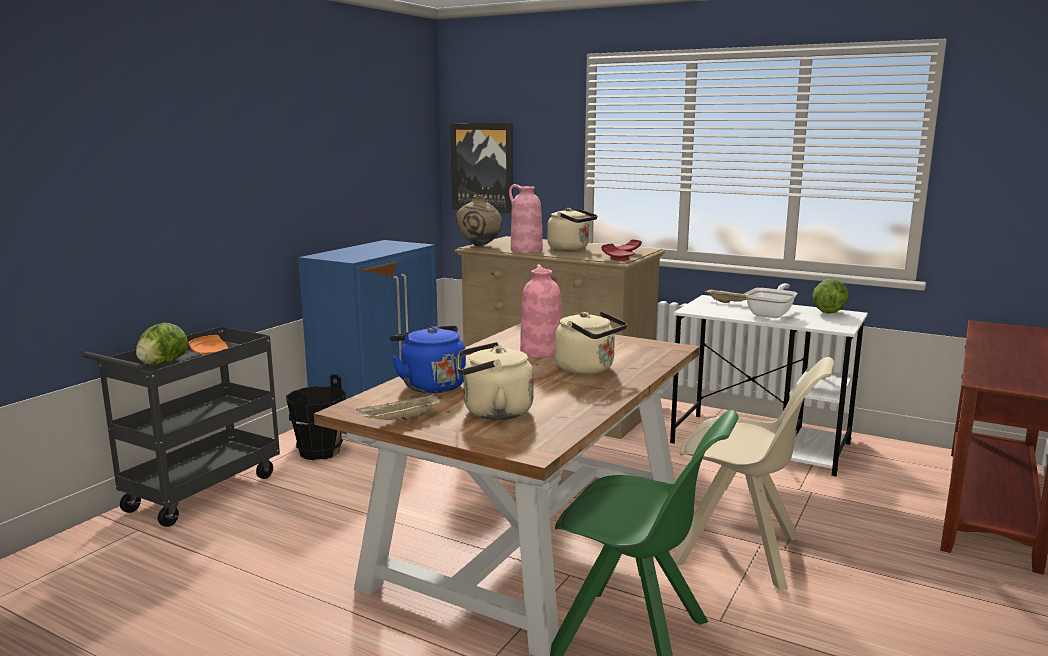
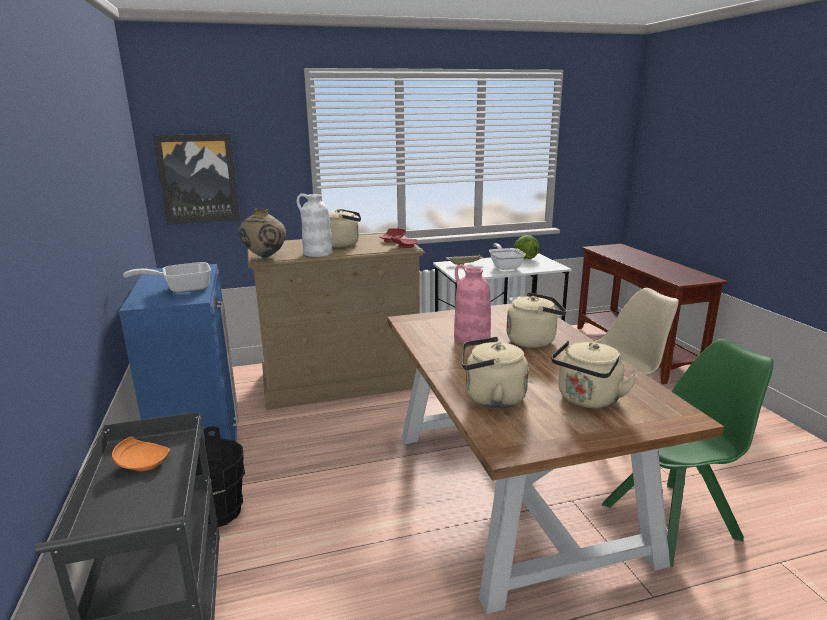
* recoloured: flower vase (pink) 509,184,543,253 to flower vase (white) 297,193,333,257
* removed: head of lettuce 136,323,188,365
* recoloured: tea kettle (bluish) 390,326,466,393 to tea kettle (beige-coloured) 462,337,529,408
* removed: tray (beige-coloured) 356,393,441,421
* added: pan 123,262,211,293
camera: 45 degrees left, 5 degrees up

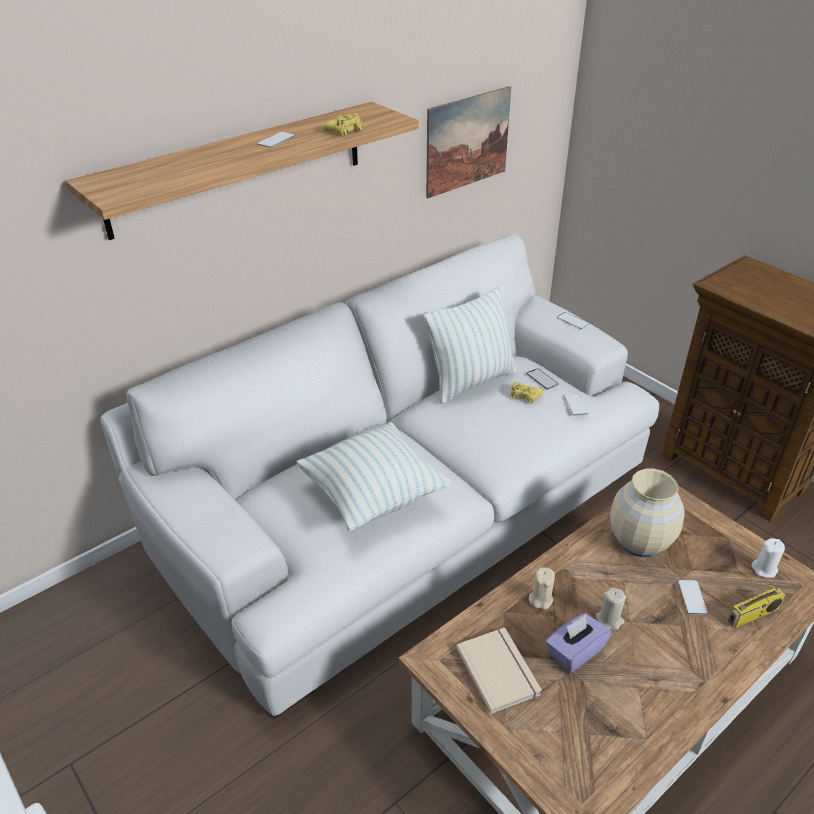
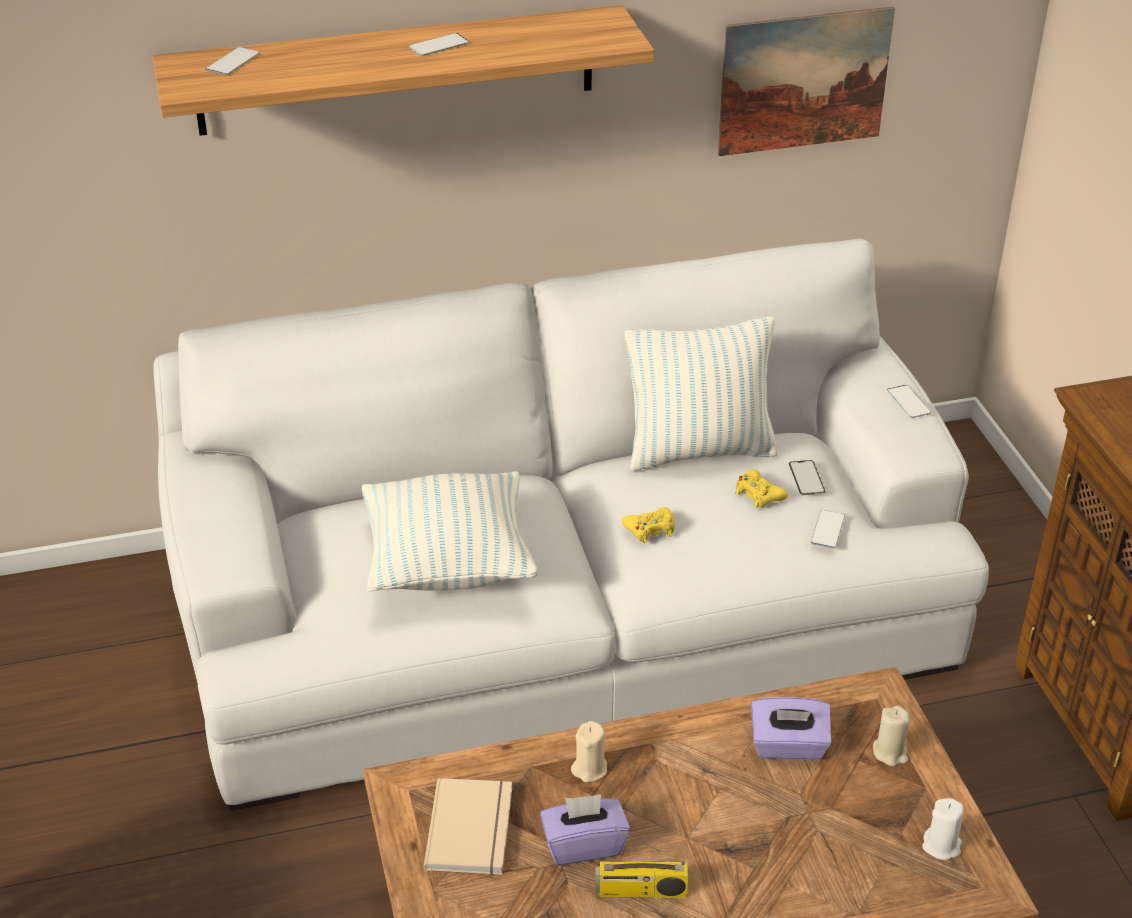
* moved: joypad (yellowish) 322,113,362,136 to 622,507,675,543
* replaced: flower vase (beige-coloured) 610,469,684,557 to tissue holder (purple) 751,697,832,760
* moved: telephone 678,580,708,615 to 205,47,260,75
* moved: radio set 727,581,785,628 to 595,828,688,898
* moved: candle (beige-coloured) 596,587,626,630 to 873,706,910,766
camera: 25 degrees right, 0 degrees up

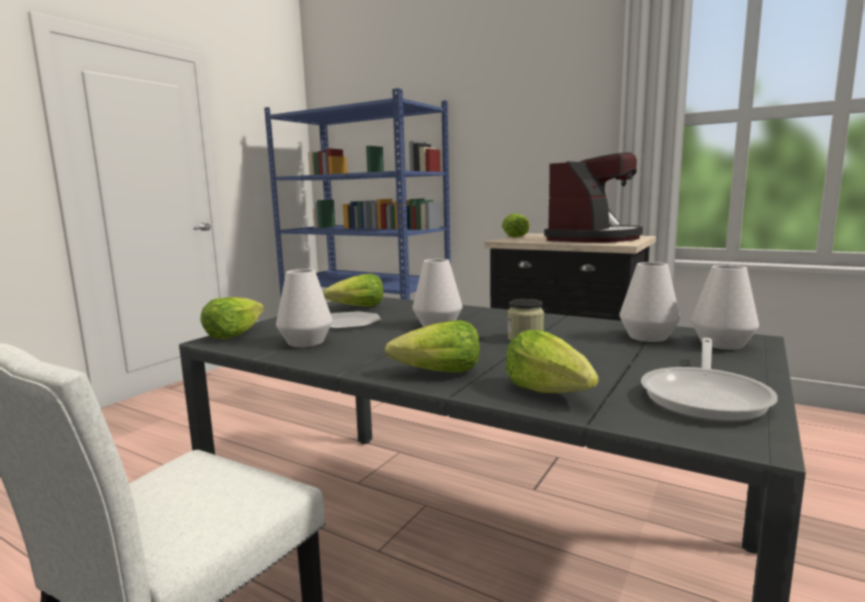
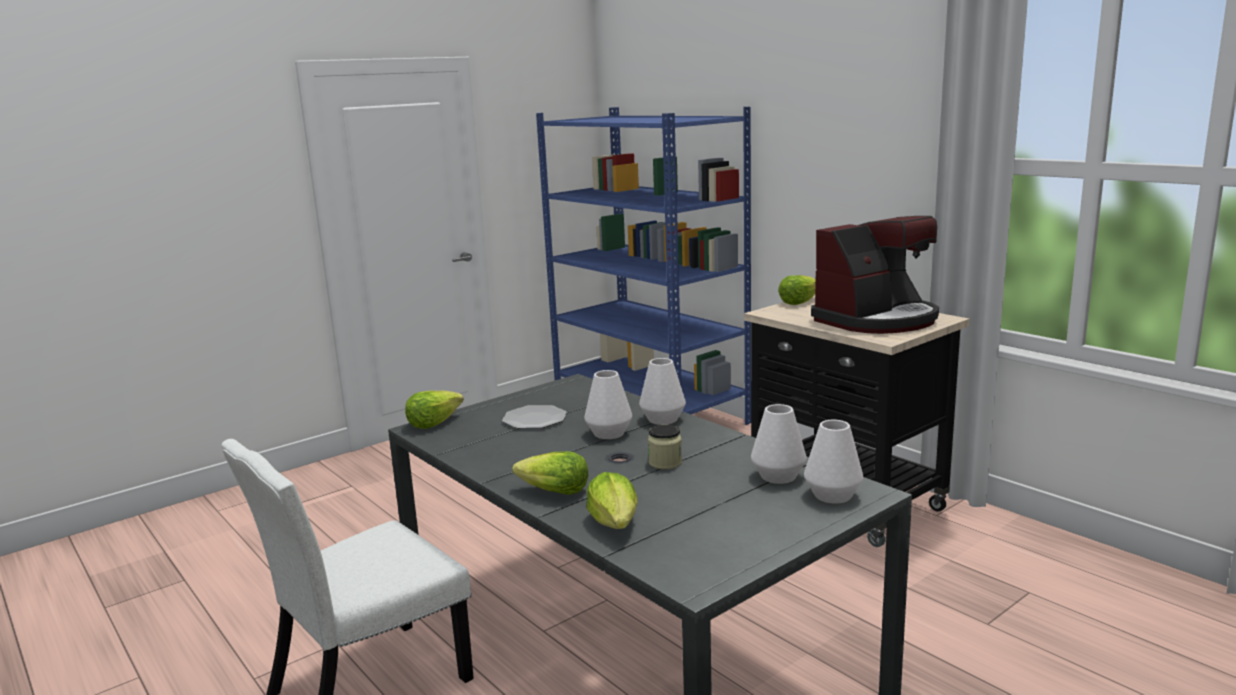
* moved: flower vase (white) 276,269,333,347 to 639,358,686,425
* removed: head of lettuce 323,274,383,307
* removed: pan 641,338,778,422
camera: 20 degrees right, 5 degrees up

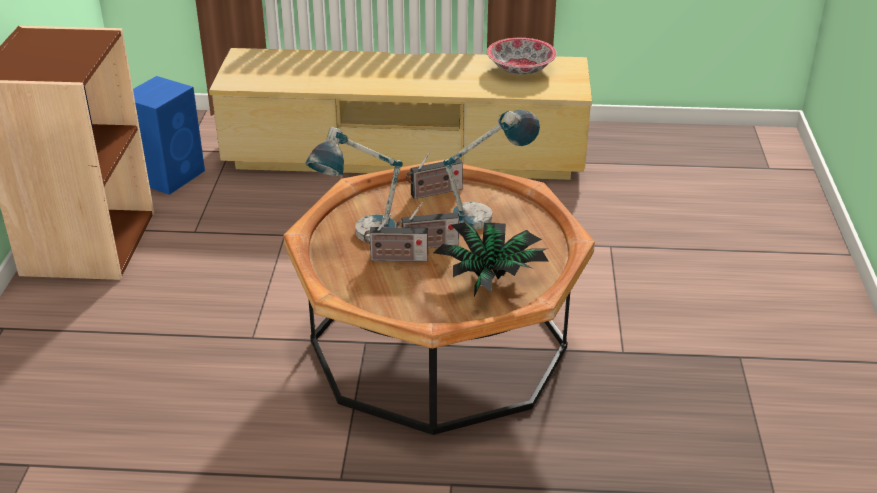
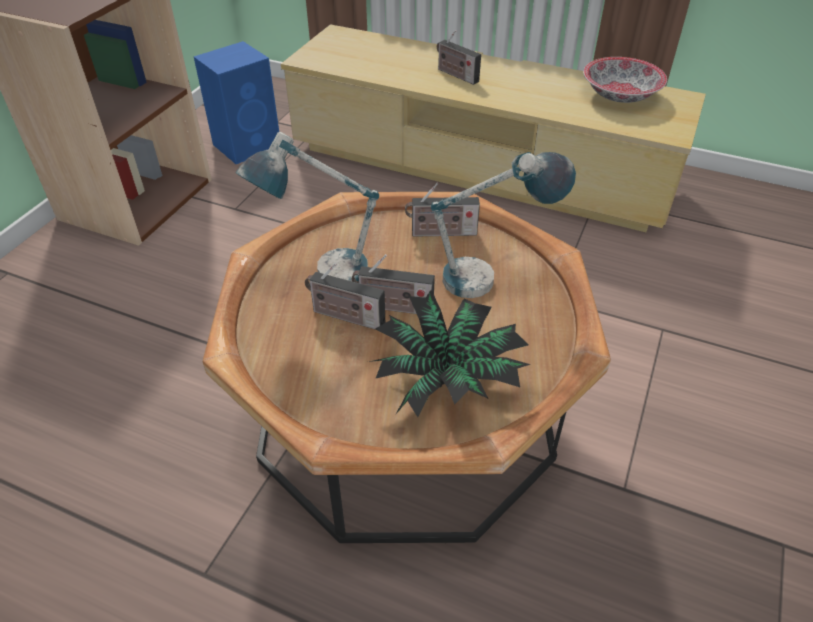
* added: radio set 437,30,481,85
camera: 20 degrees right, 10 degrees up

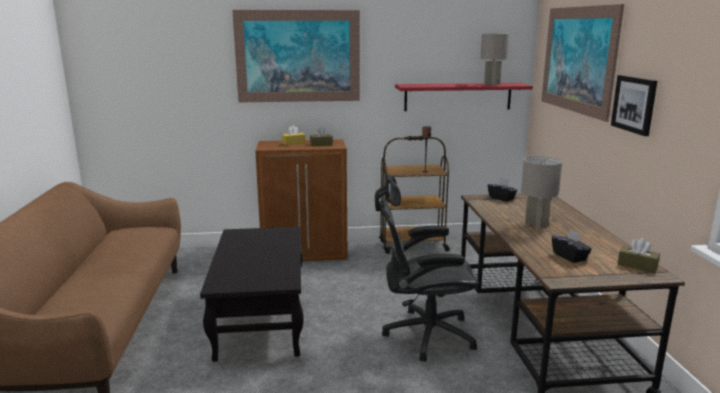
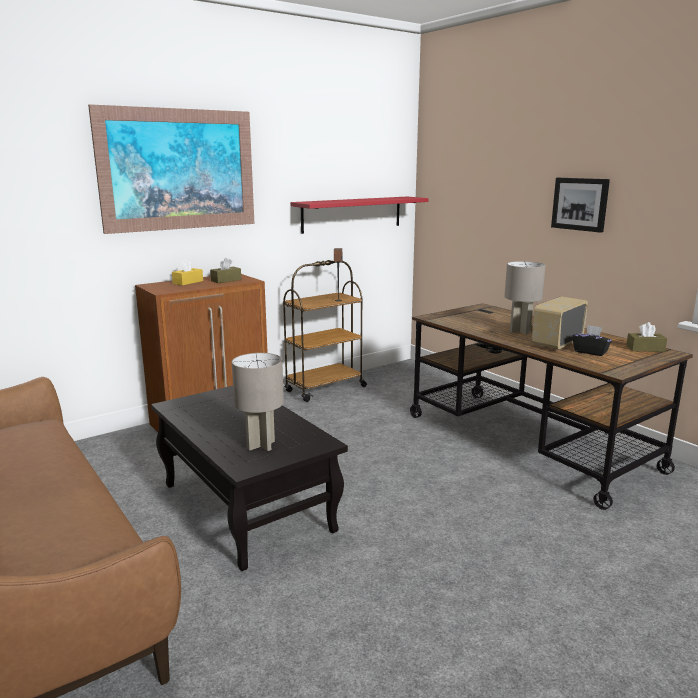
* removed: wall picture 541,4,624,122
* moved: lamp for a table (grey) 480,33,509,85 to 232,353,284,451
* removed: computer chair 375,175,479,362
* removed: tissue holder (blackish) 488,178,518,202
* added: radio set 532,296,588,350
camera: 30 degrees left, 0 degrees up

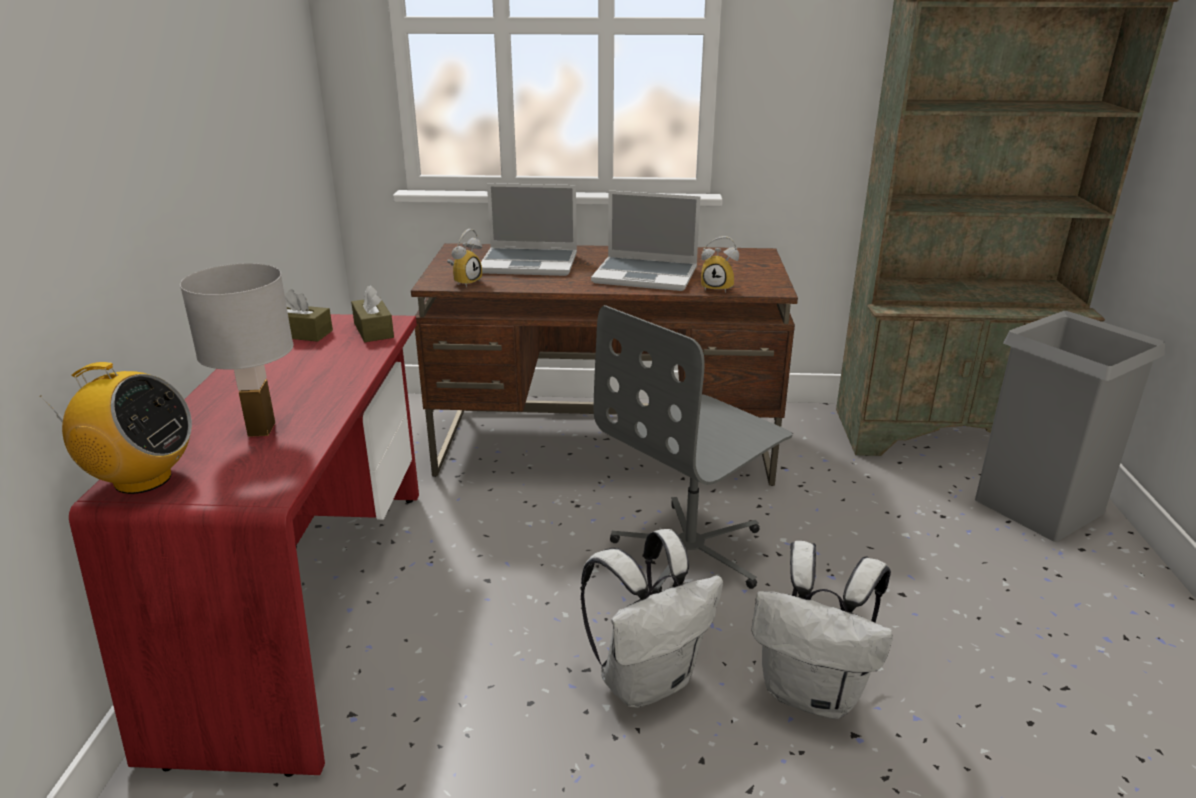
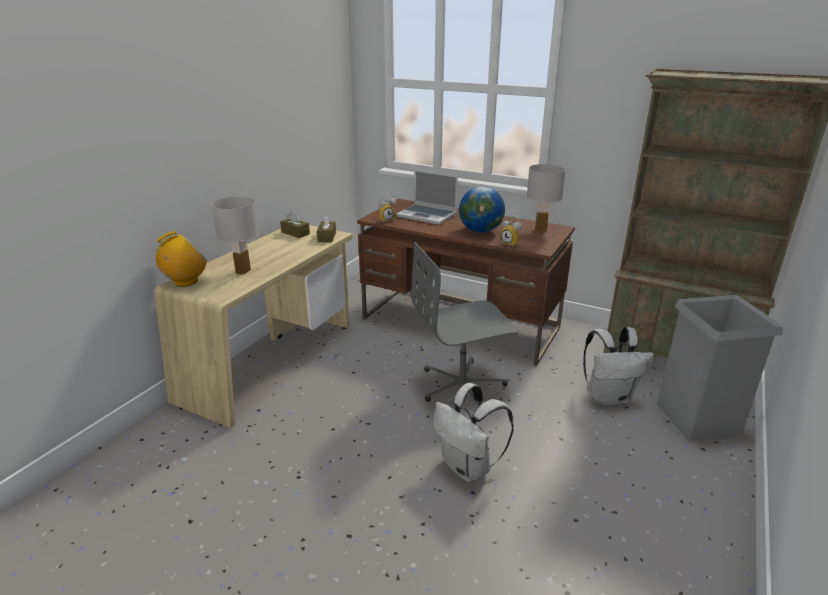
* replaced: notebook computer 591,190,700,291 to globe 459,186,505,233
* recoloured: desk table (reddish) 69,314,419,777 to desk table (beige-coloured) 155,225,353,428
* turned: radio set 39,362,192,494 = 156,231,207,287 75 degrees counterclockwise
* moved: knapsack (white) 581,529,723,708 to 583,327,654,405
* added: lamp for a table (white) 527,164,566,232
camera: 25 degrees right, 0 degrees up

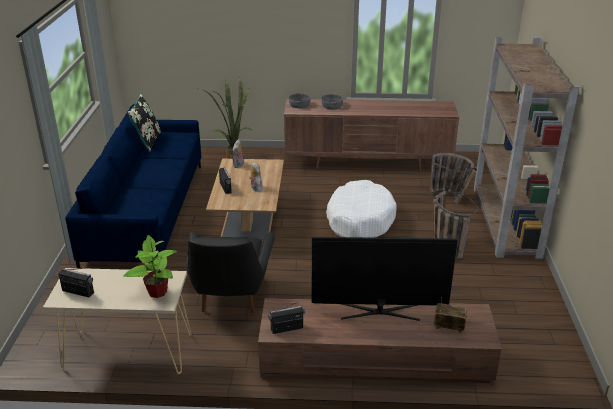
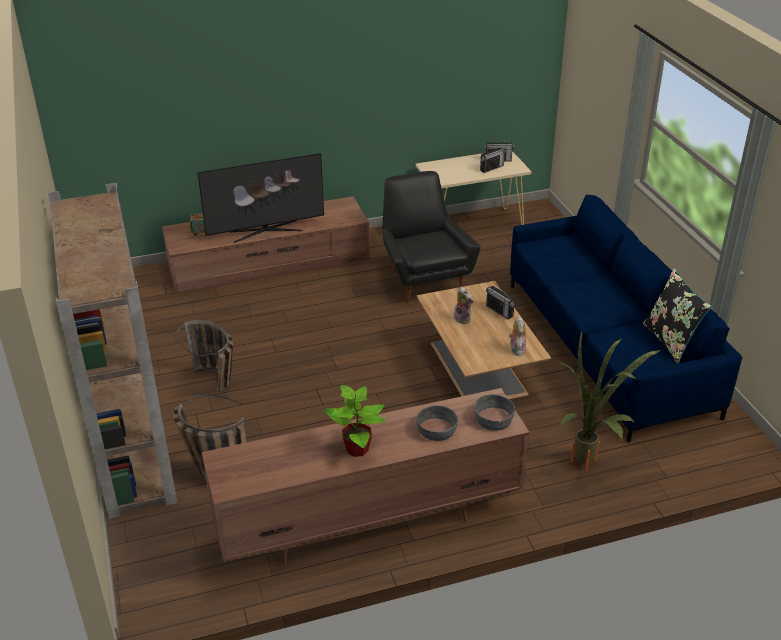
* removed: dog cushion (white) 326,180,397,238
* moved: potted plant 123,235,177,298 to 323,385,386,457
* moved: radio set 268,302,305,334 to 480,147,506,173
camera: 160 degrees right, 5 degrees up

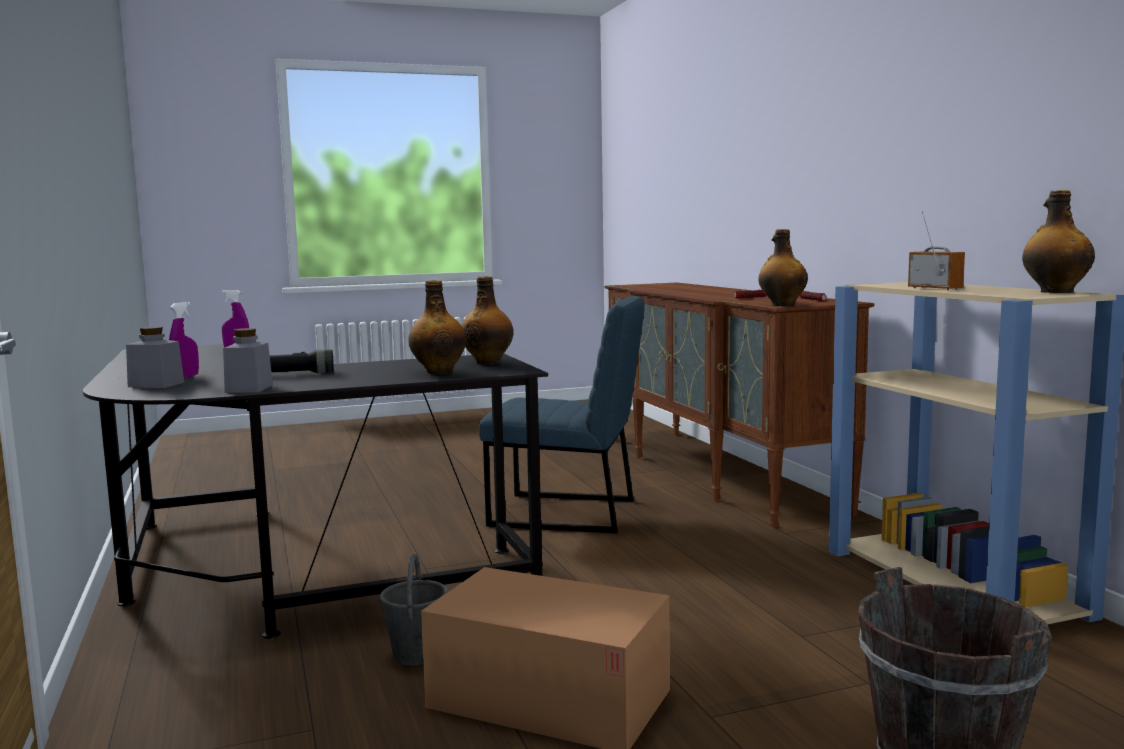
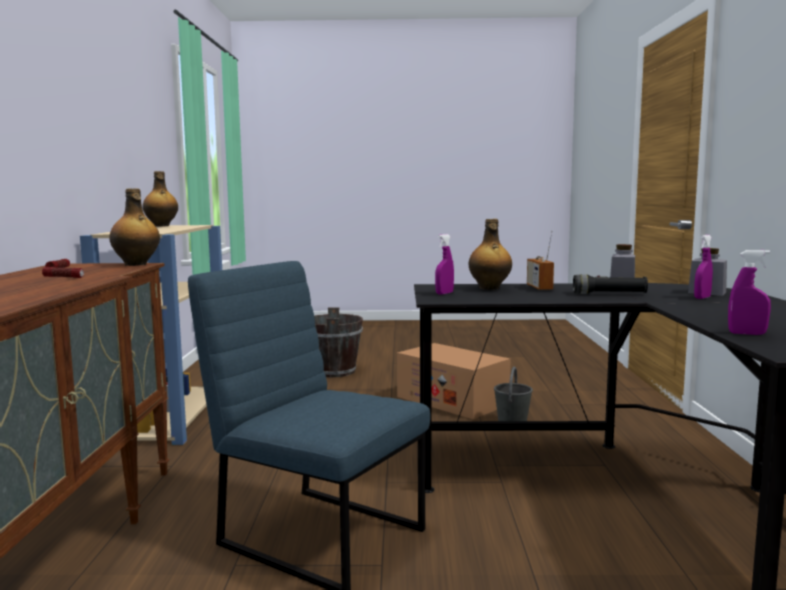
* moved: radio set 908,211,965,290 to 527,231,554,290
* replaced: drink bottle 461,276,514,365 to sprayer (purple) 435,234,454,294
camera: 160 degrees left, 0 degrees up

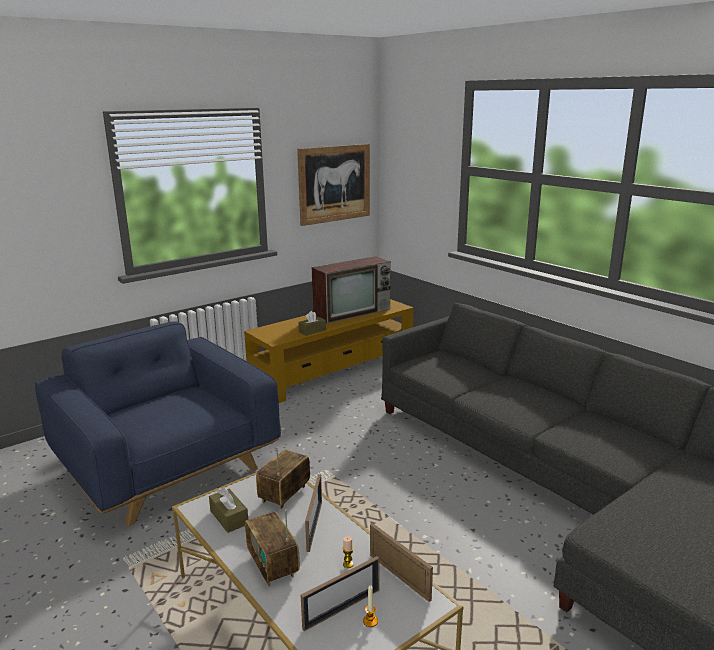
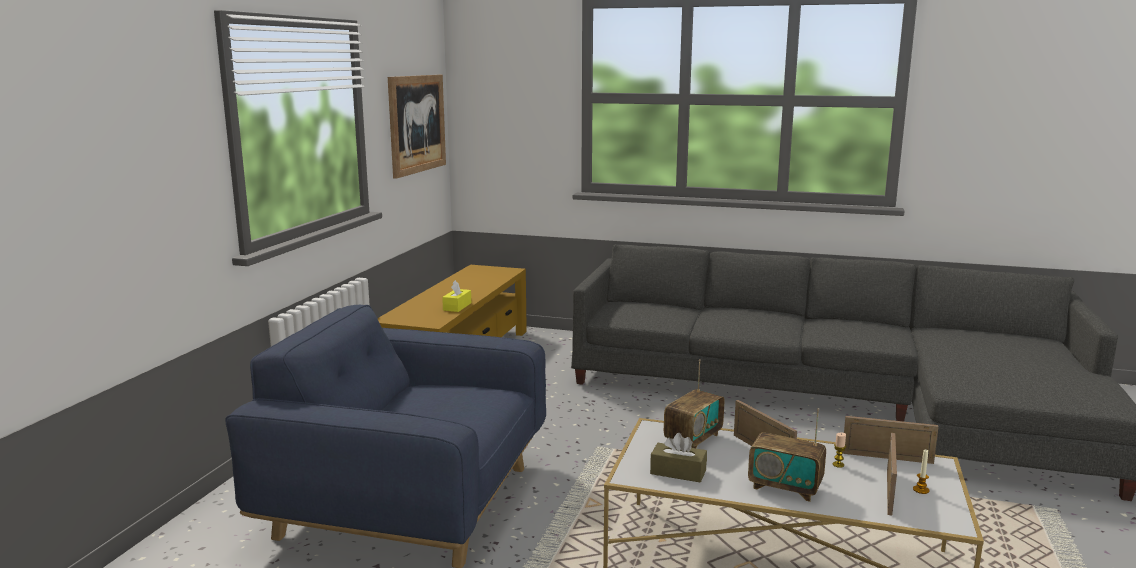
* removed: TV set 312,256,391,324
* recoloured: tissue holder (brown-coloured) 298,311,326,336 to tissue holder (yellowish) 442,280,471,312
* turned: radio set 256,447,310,509 = 664,359,724,448 135 degrees counterclockwise
camera: 35 degrees left, 5 degrees down

